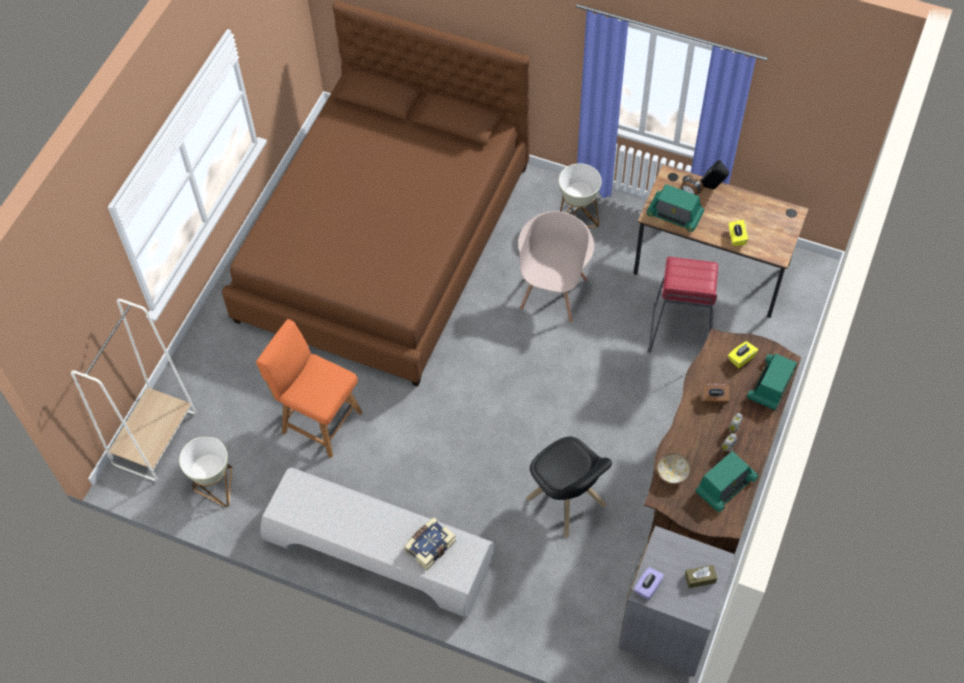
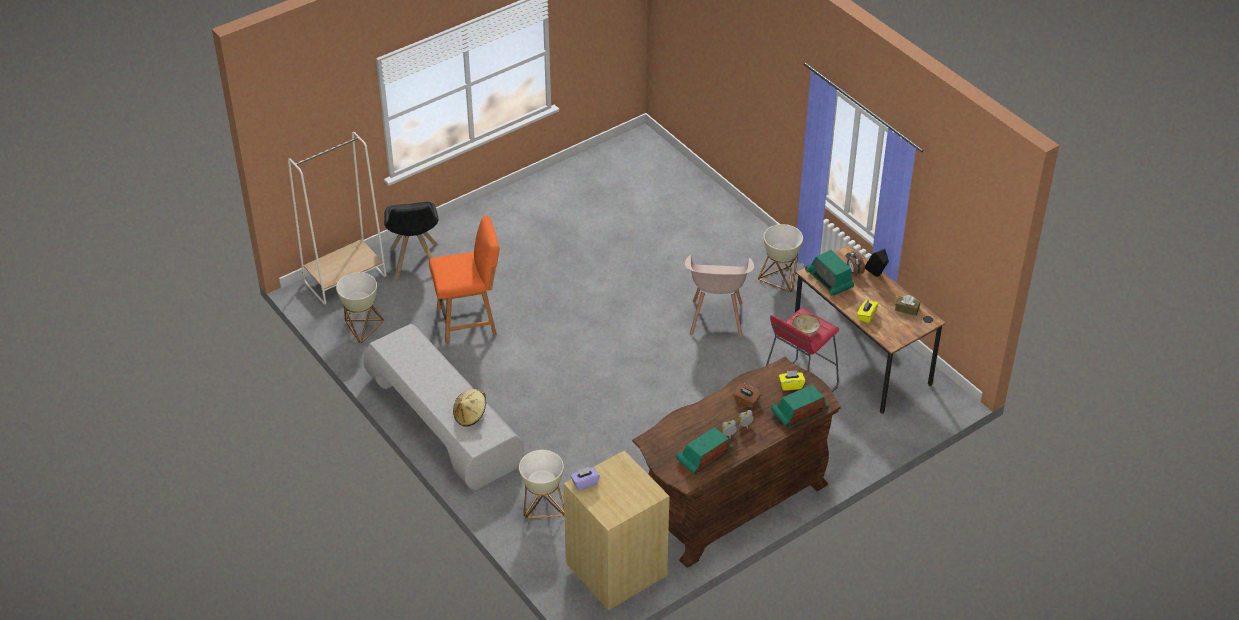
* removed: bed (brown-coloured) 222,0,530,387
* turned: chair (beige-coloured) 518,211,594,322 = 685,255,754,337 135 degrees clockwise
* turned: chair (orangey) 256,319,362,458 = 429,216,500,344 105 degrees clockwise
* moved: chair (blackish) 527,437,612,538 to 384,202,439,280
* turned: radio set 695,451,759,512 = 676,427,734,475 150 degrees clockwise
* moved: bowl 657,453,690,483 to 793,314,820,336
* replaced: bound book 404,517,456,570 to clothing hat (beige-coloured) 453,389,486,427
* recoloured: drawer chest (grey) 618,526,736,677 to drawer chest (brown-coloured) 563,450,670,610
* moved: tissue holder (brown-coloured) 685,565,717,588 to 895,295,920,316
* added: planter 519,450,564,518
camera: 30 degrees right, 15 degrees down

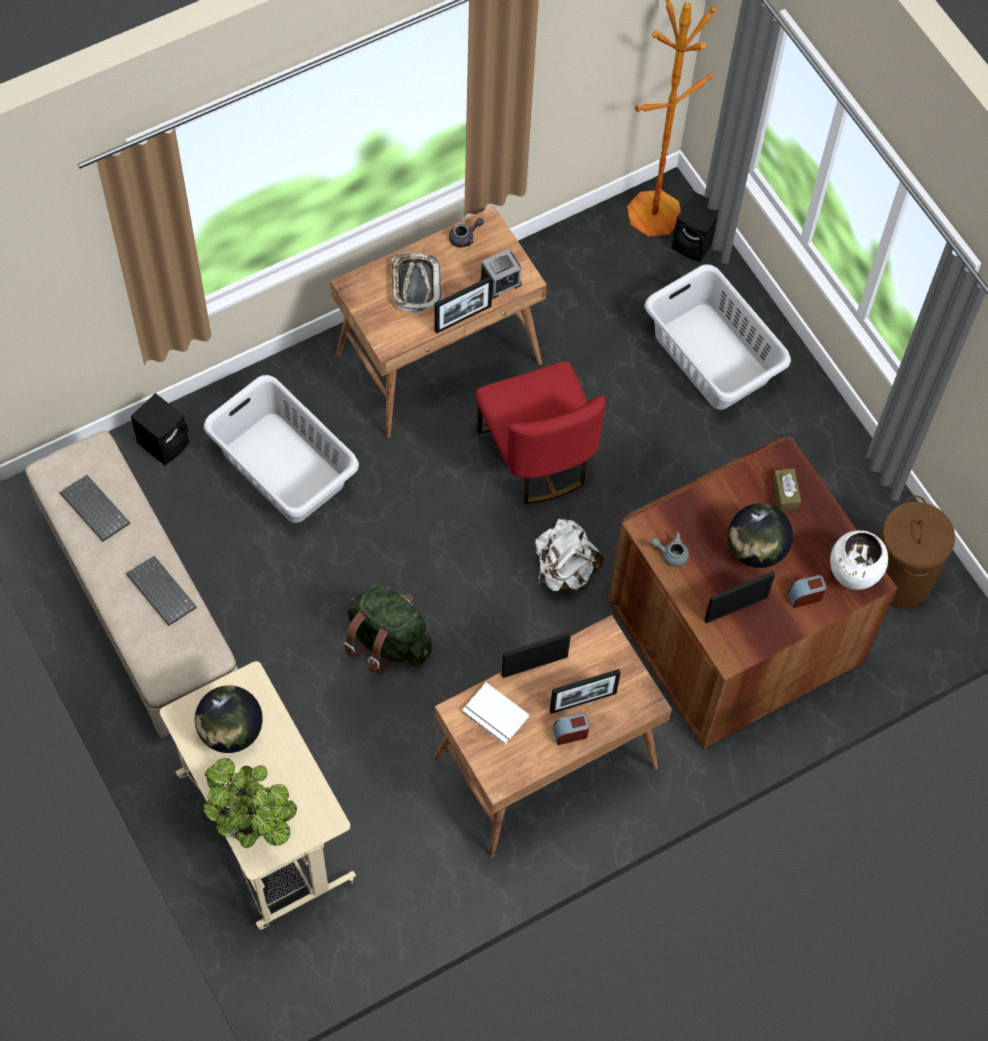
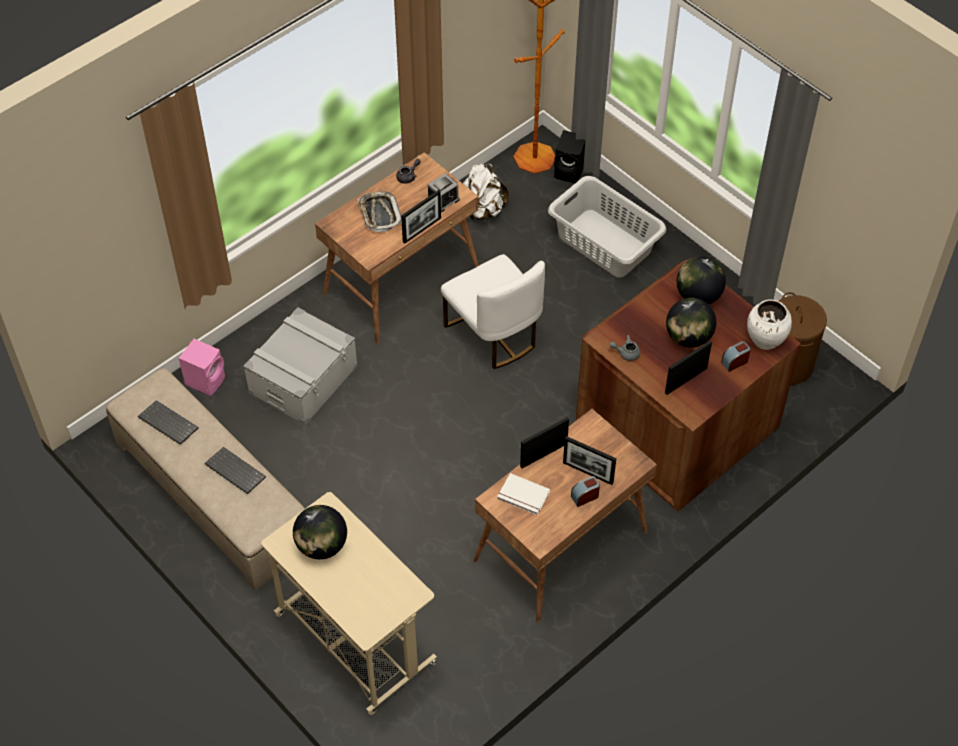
* recoloured: chair (reddish) 476,361,606,504 to chair (white) 441,254,545,369
* replaced: hamper (grey) 204,375,359,523 to storage container (grey) 243,307,358,426
* recoloured: loudspeaker (blackish) 131,393,189,465 to loudspeaker (pink) 179,339,225,396
* replaced: tissue holder (brown-coloured) 772,468,801,511 to globe 677,257,726,304
* moved: knapsack (white) 535,519,603,591 to 463,164,509,221
* removed: knapsack (green-coloured) 343,584,432,675
* turned: photo frame 550,669,621,714 = 563,436,616,485 60 degrees clockwise
* removed: potted plant 203,758,297,848
camera: 10 degrees left, 10 degrees down

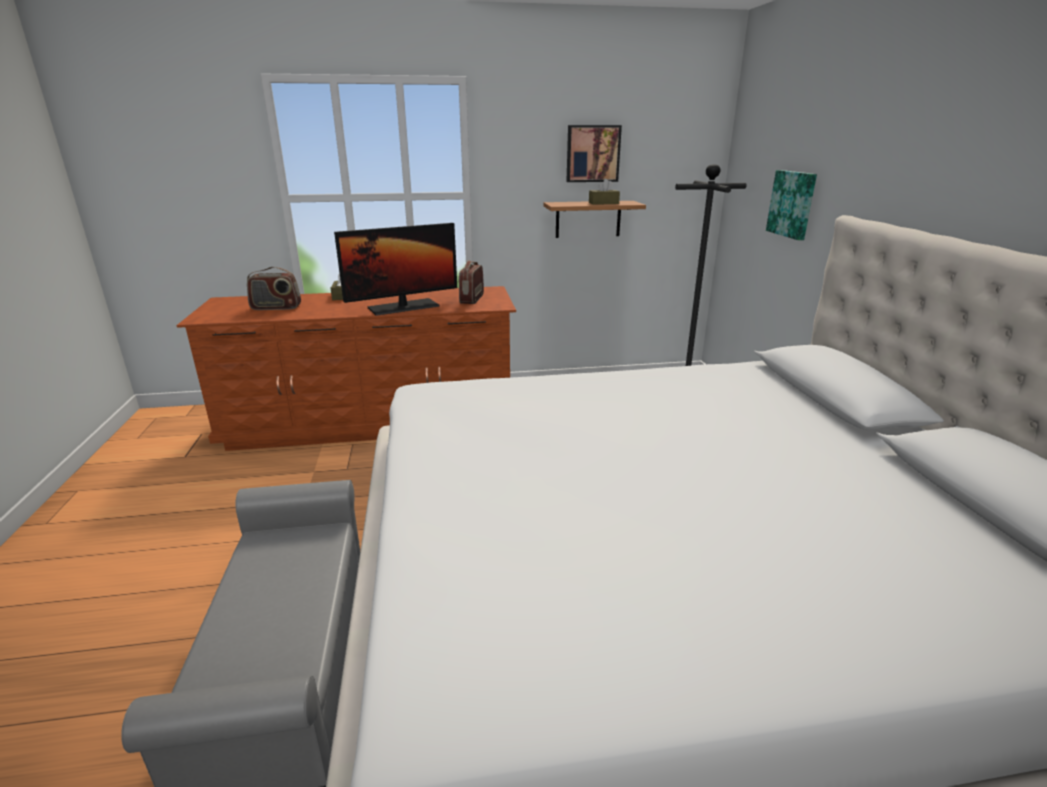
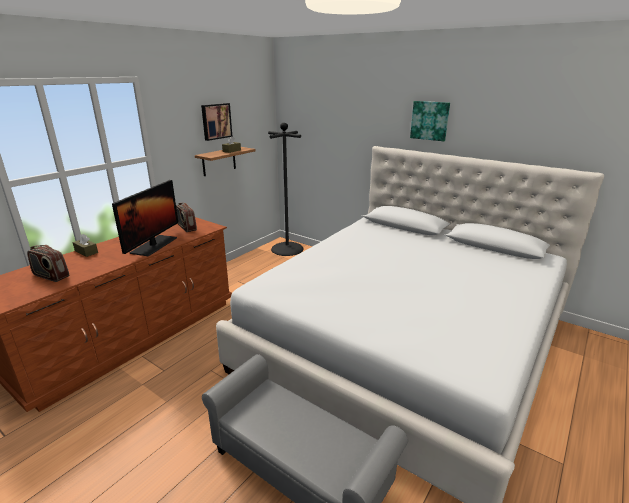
* moved: wall picture 766,170,817,240 to 410,101,450,141
* turned: radio set 247,267,301,310 = 27,245,69,282 75 degrees clockwise
camera: 45 degrees left, 0 degrees up

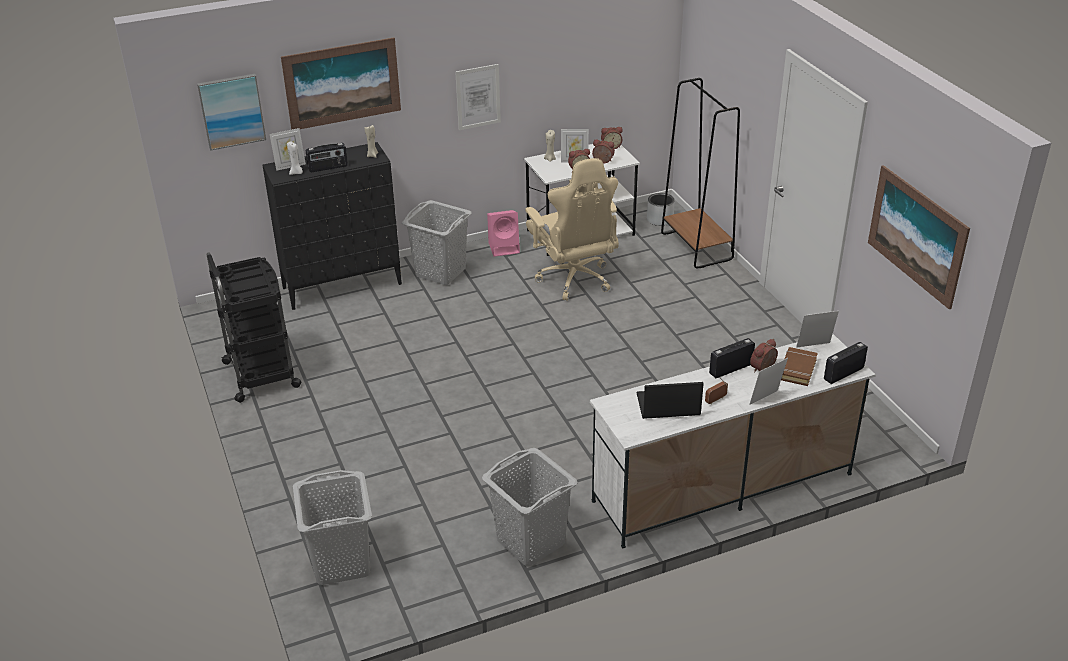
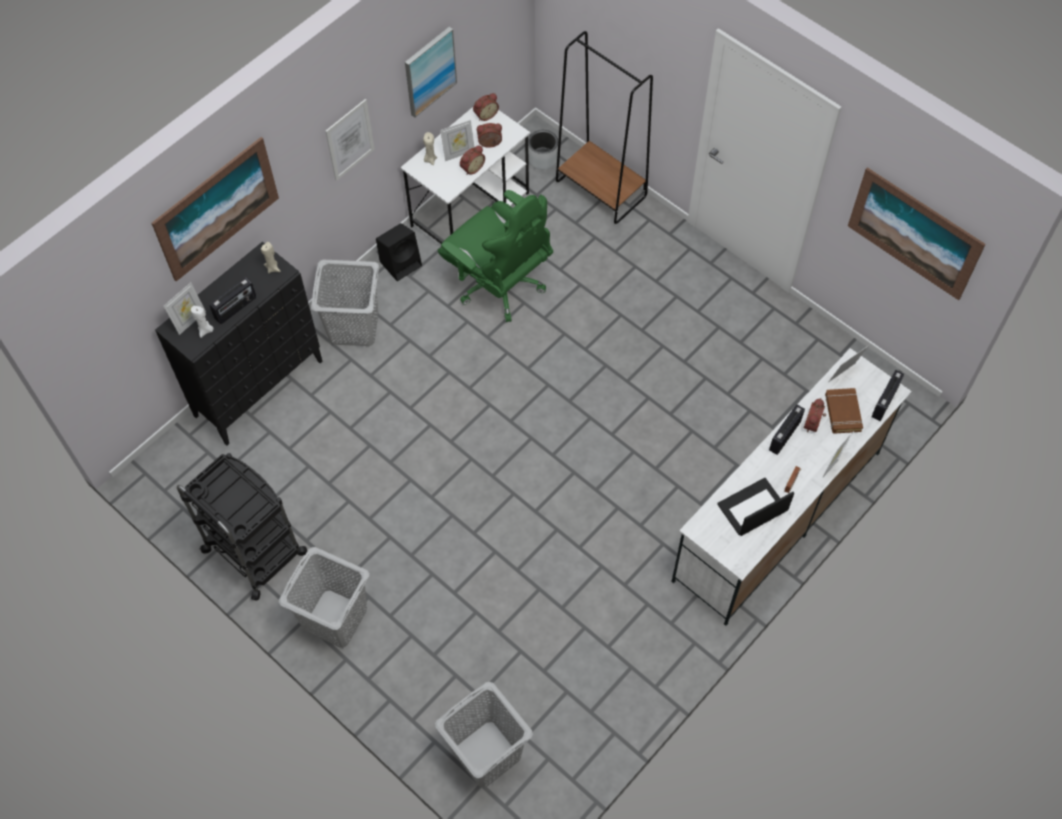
* moved: wall picture 197,74,266,151 to 405,27,457,118
* recoloured: computer chair (beige-coloured) 525,158,619,301 to computer chair (green-coloured) 438,190,553,322
* recoloured: loudspeaker (pink) 487,210,520,257 to loudspeaker (blackish) 376,223,422,281
* moved: hamper (grey) 482,448,578,566 to 279,547,369,648
camera: 25 degrees left, 25 degrees up

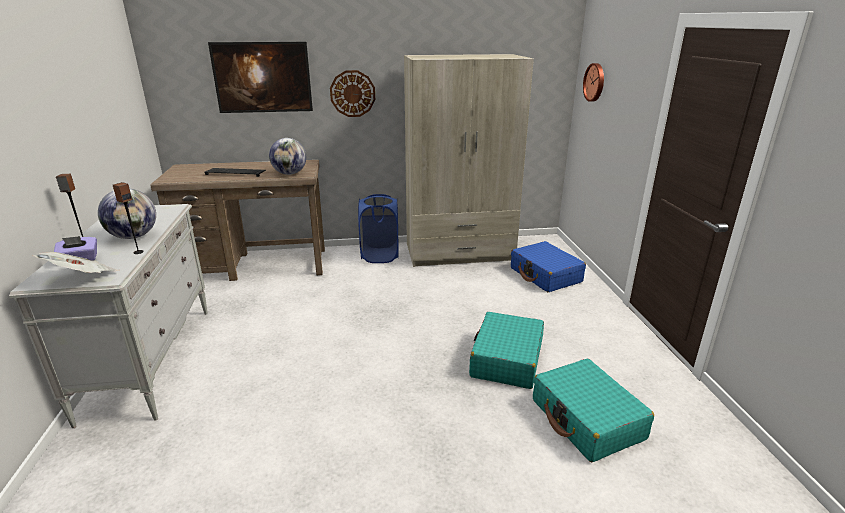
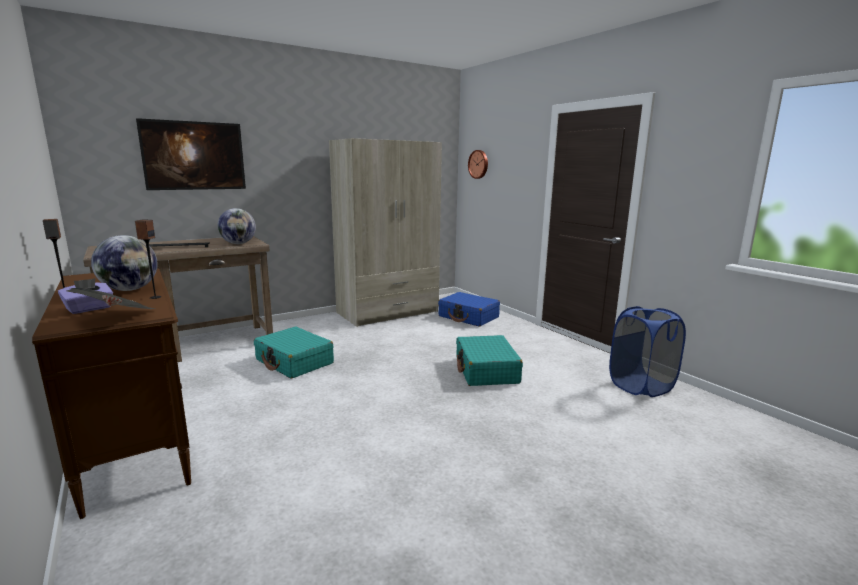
* removed: wall clock 330,70,375,117
* moved: hamper (bluish) 358,194,399,263 to 609,306,686,397
* recoloured: drawer chest (white) 9,204,208,428 to drawer chest (brown-coloured) 32,269,191,519
* moved: suitcase (blue-green) 533,359,654,462 to 254,327,334,379
camera: 25 degrees left, 10 degrees down

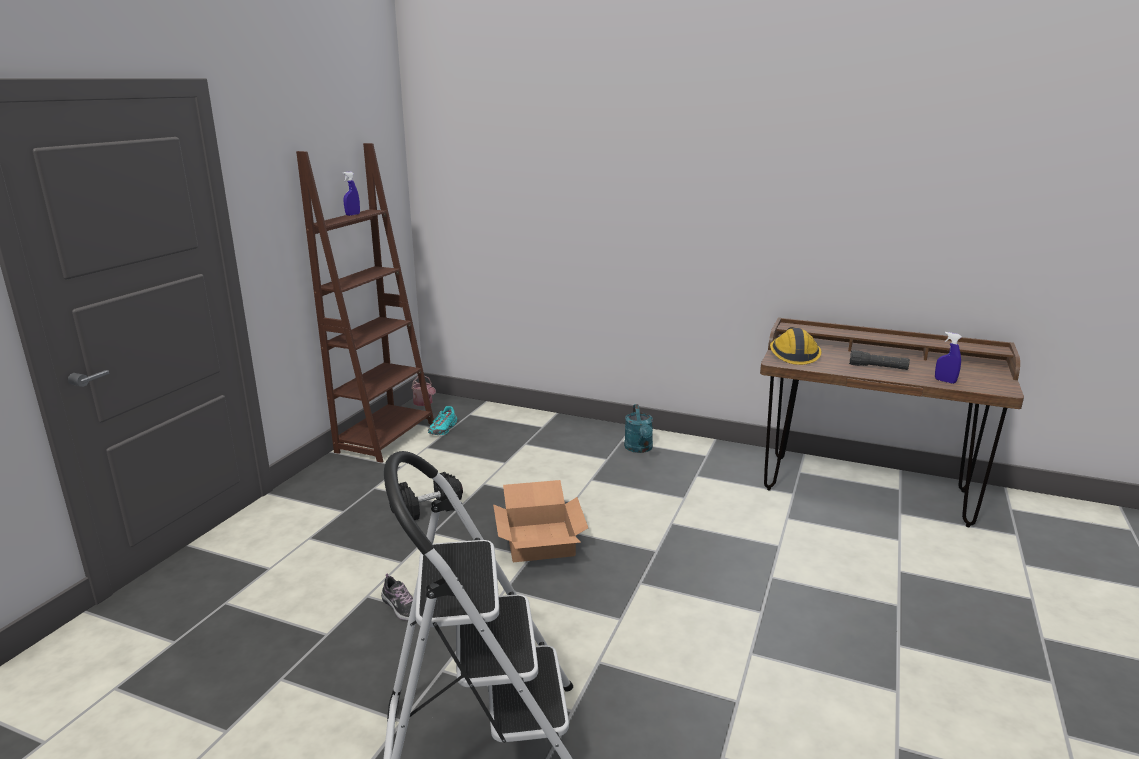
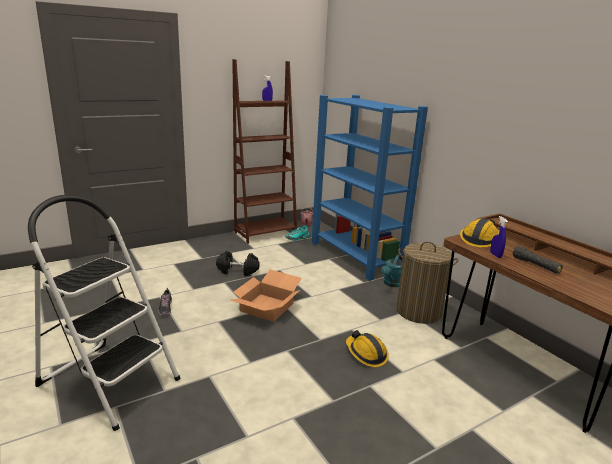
* moved: sprayer (bluish) 935,332,961,384 to 490,216,508,258
* added: shelving unit (bluish) 312,95,428,281
* added: hamper 396,242,459,324
* added: work helmet 346,330,389,367
camera: 35 degrees right, 0 degrees up

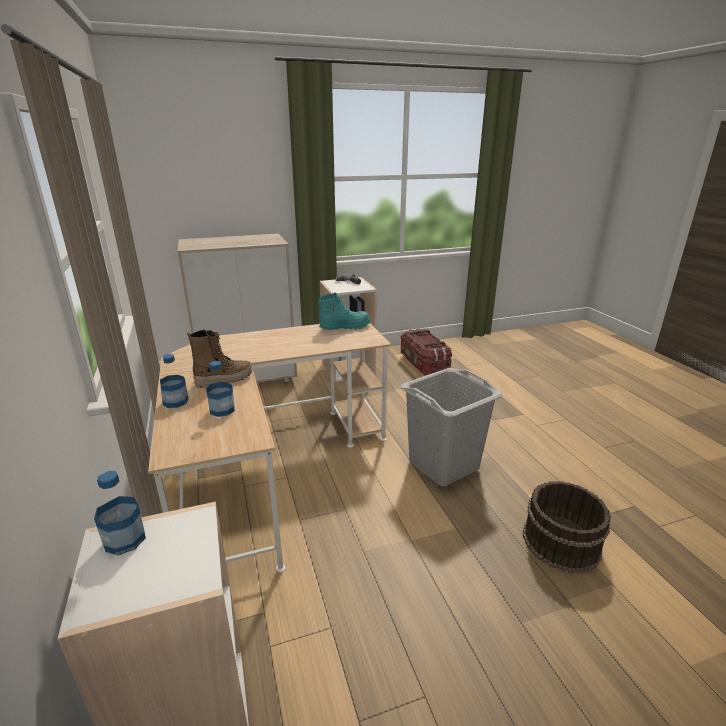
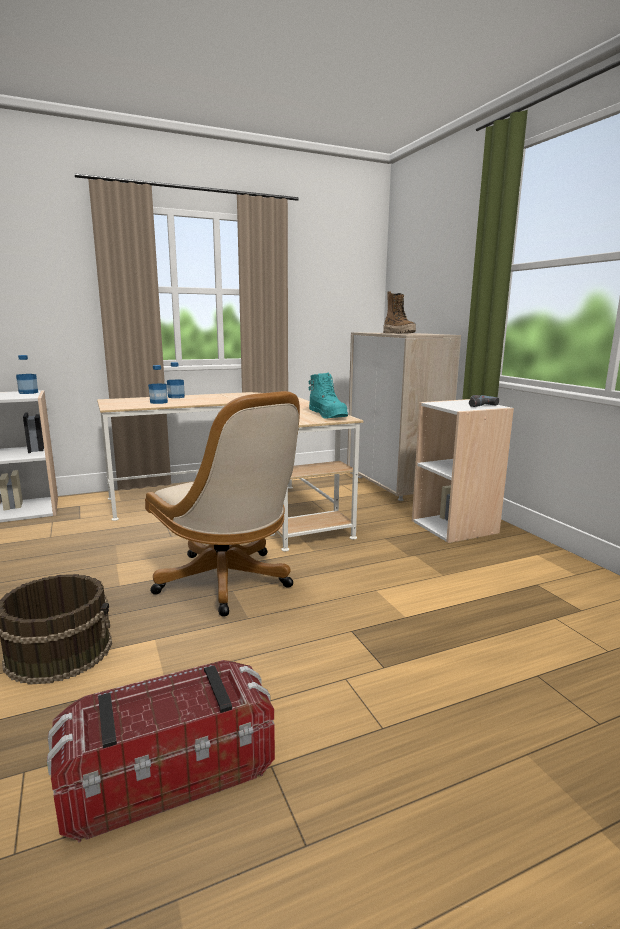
* moved: storage container 401,328,452,376 to 47,660,275,843
* moved: high-top boot 187,330,252,388 to 383,291,416,333
* replaced: hamper (grey) 400,368,503,486 to computer chair 145,391,300,617
camera: 85 degrees right, 10 degrees down

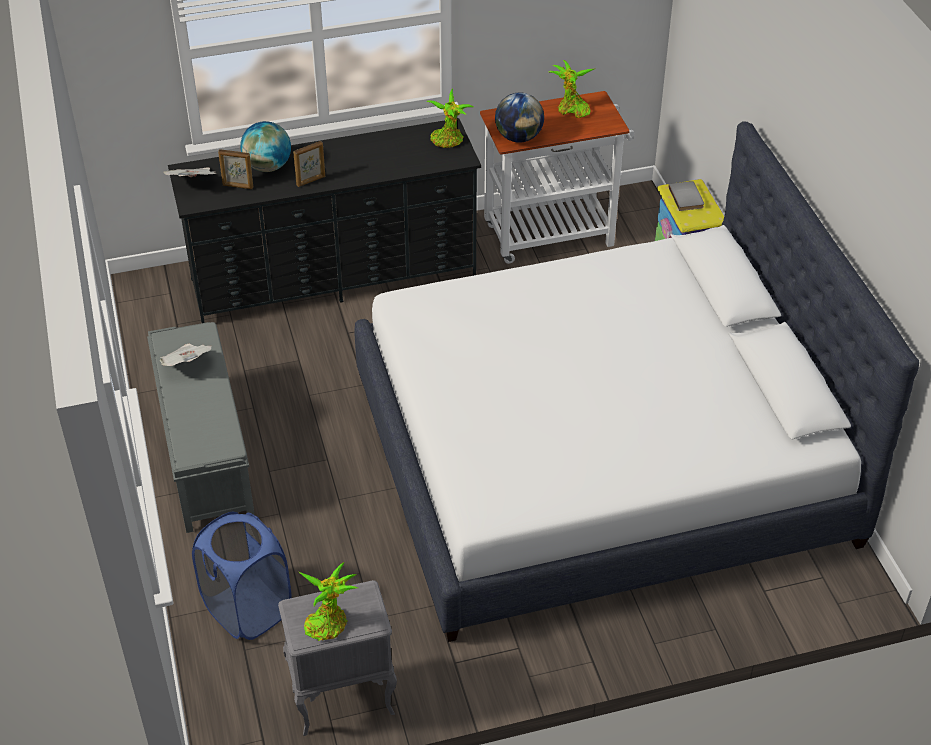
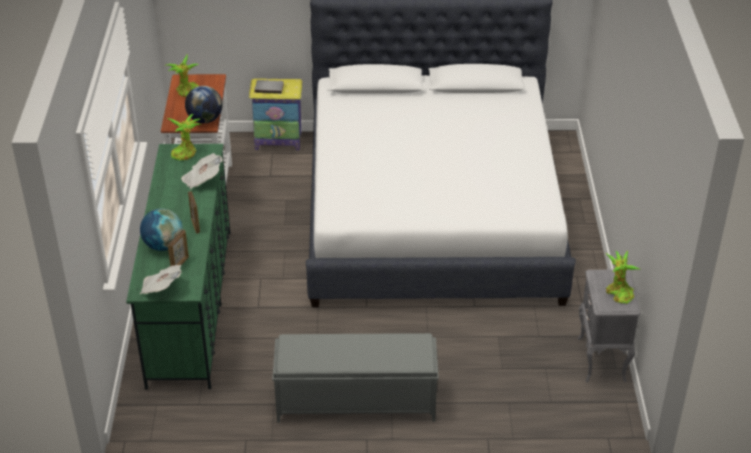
* recoloured: drawer chest (blackish) 168,118,481,323 to drawer chest (green-coloured) 126,144,231,390
* moved: newspaper 160,343,212,366 to 181,153,223,189
* removed: hamper (bluish) 192,512,291,640
camera: 75 degrees left, 5 degrees down

